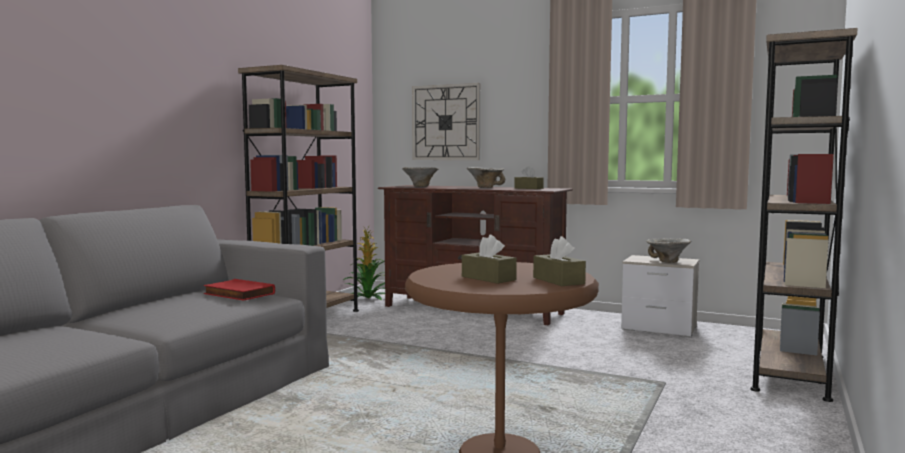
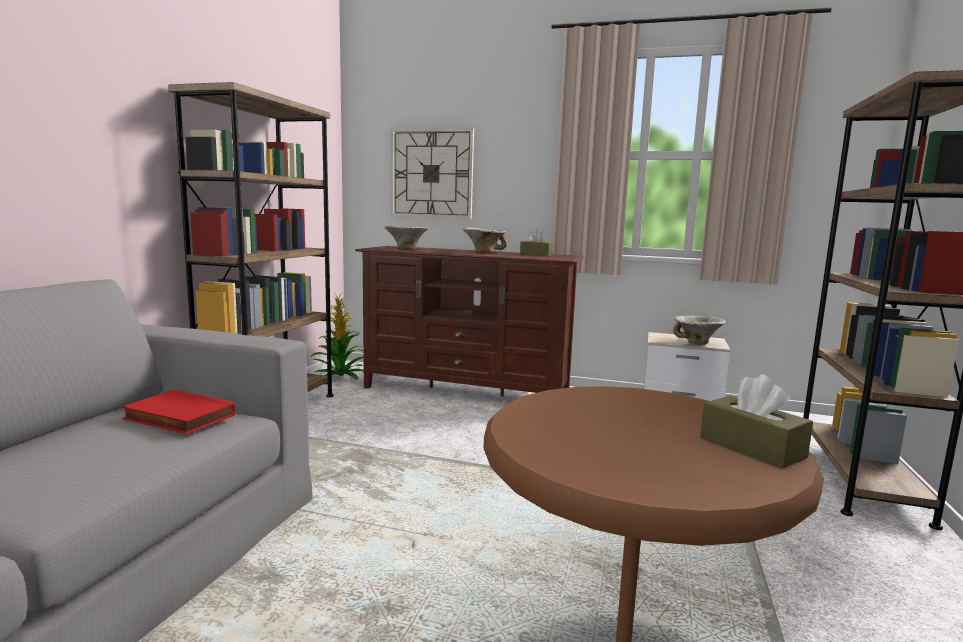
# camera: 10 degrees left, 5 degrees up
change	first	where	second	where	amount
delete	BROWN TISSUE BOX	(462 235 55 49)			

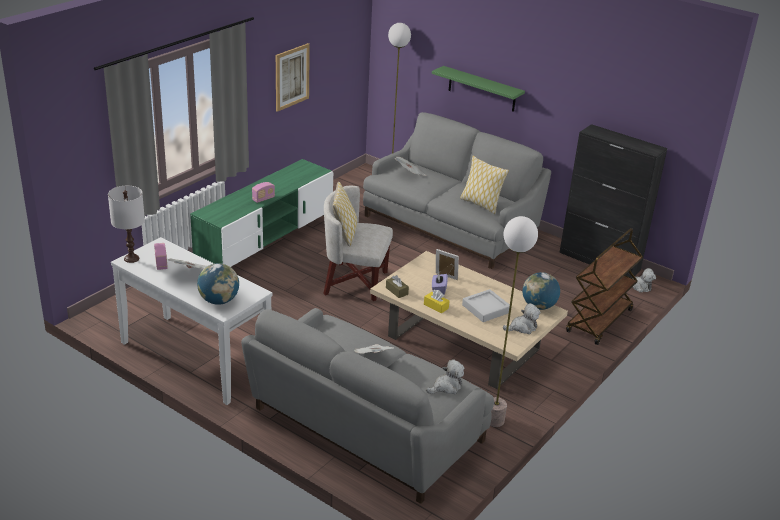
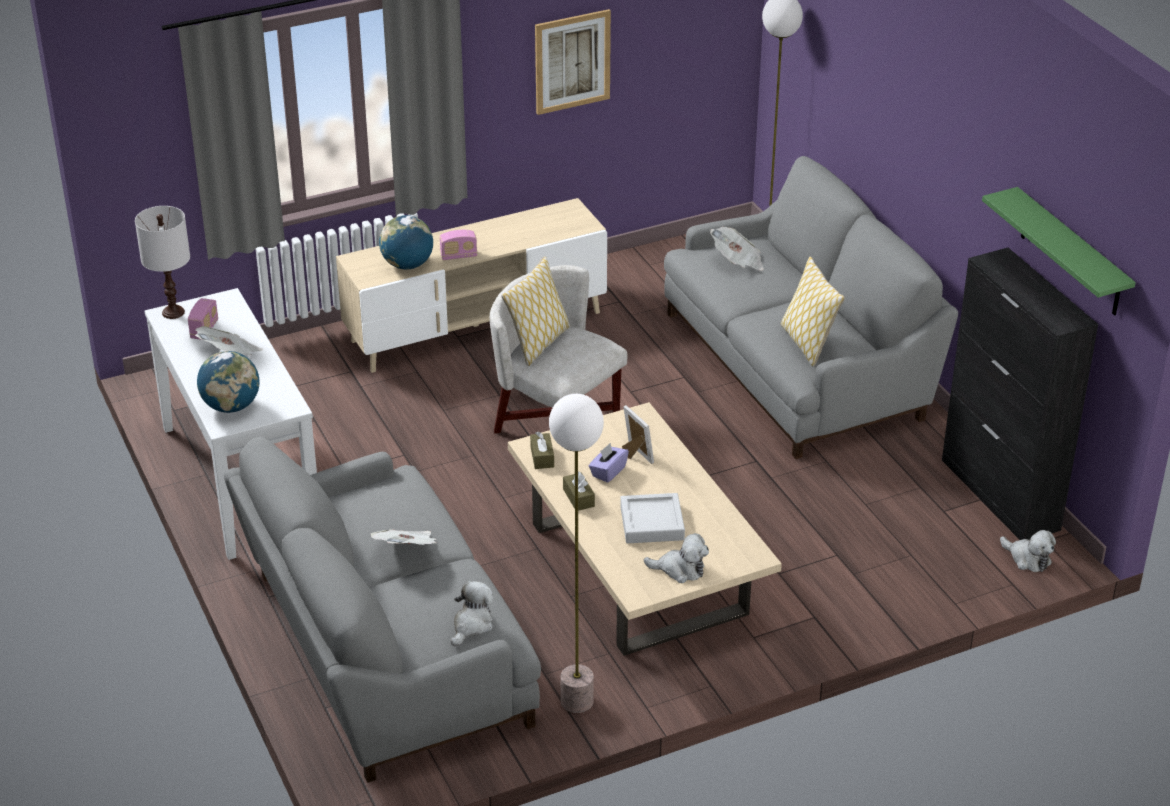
# camera: 30 degrees right, 5 degrees up
change	first	where	second	where	amount
delete	BROWN CART	(566 228 77 117)			
move	GREEN-COLOURED WALL SHELF	(432 66 93 46)		(982 187 154 129)	
move	GLOBE	(522 272 38 38)		(379 215 54 54)	
recolor	GREEN-COLOURED MEDIA CONSOLE	(190 159 143 108)	BEIGE MEDIA CONSOLE	(336 198 271 175)	
recolor	YELLOWISH TISSUE BOX	(424 290 25 23)	BROWN TISSUE BOX	(563 471 32 40)	
rotate	PLUSH TOY	(426 359 39 35)		(450 581 43 65)	60 degrees counterclockwise

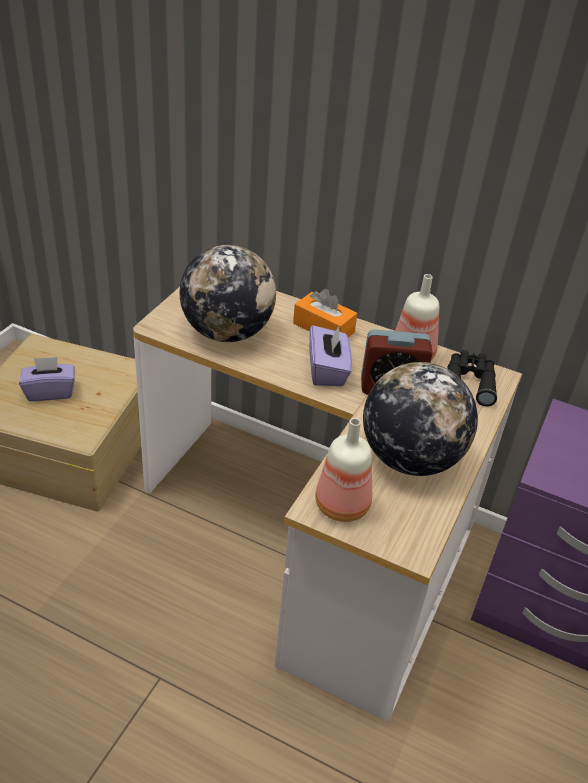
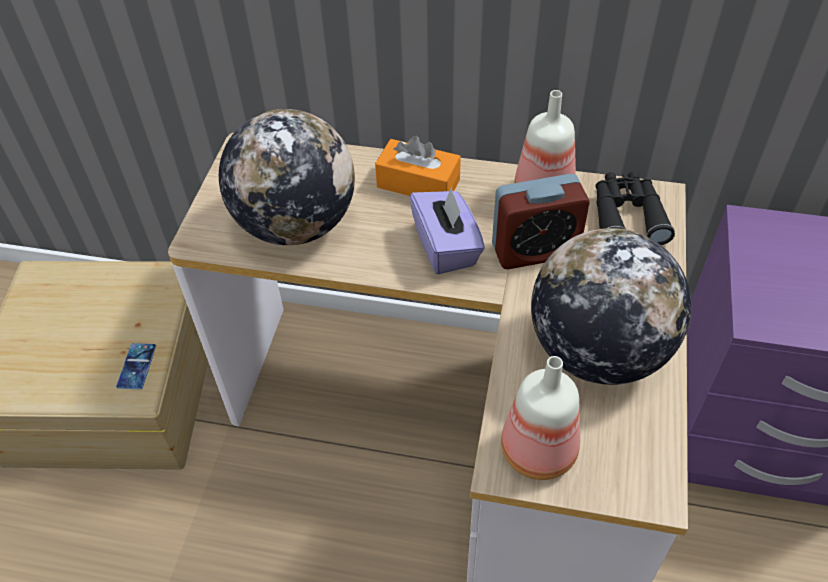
# camera: 10 degrees left, 10 degrees up
change	first	where	second	where	amount
delete	PURPLE TISSUE BOX	(19 357 56 44)			
insert			HANDSET	(116 343 40 46)	

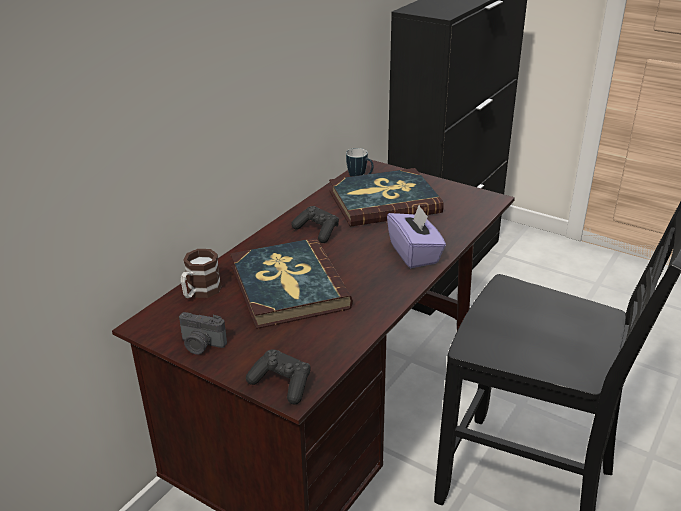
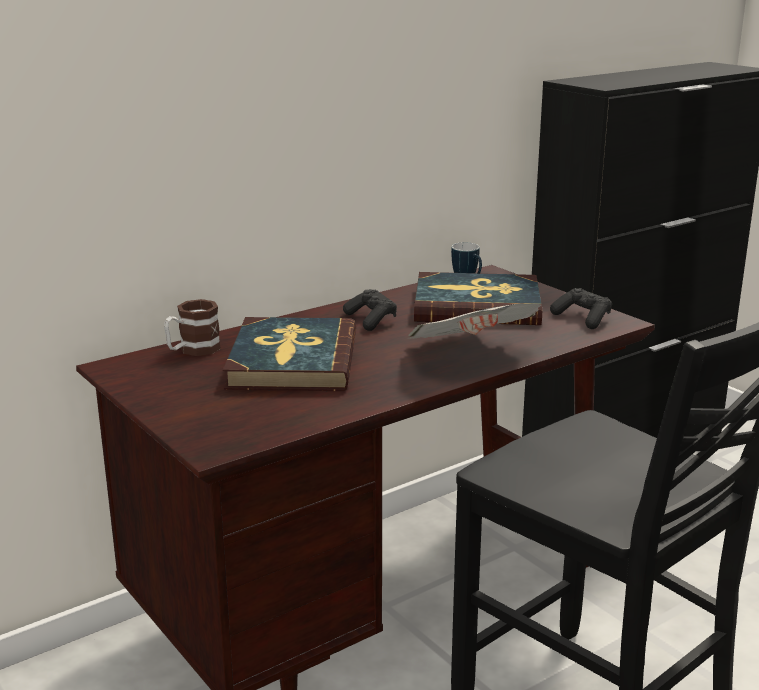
# camera: 20 degrees right, 10 degrees down
change	first	where	second	where	amount
delete	STILL CAMERA	(179 312 48 43)			
move	BLACK-COLOURED JOYPAD	(246 349 65 56)		(550 288 62 41)	
replace	PURPLE TISSUE BOX	(387 205 59 63)	DAILY PAPER	(407 303 134 36)	

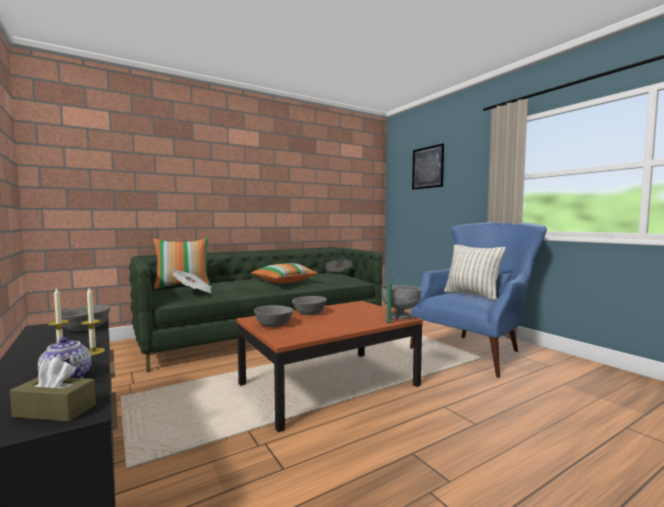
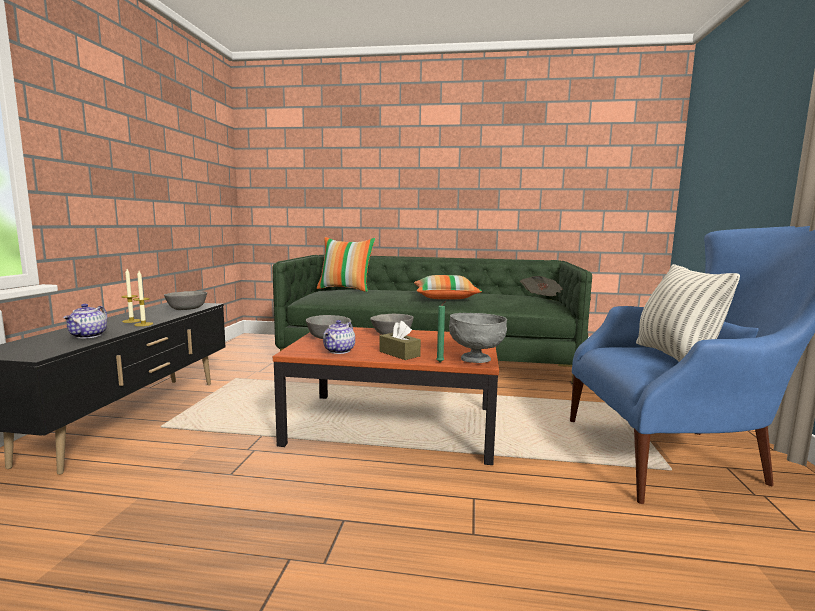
# camera: 40 degrees right, 5 degrees up
change	first	where	second	where	amount
delete	DAILY PAPER	(172 270 40 23)			
delete	WALL PICTURE	(412 143 32 47)			
insert			TEA POT	(323 320 32 34)	
move	BROWN TISSUE BOX	(10 357 86 65)		(379 321 42 39)	

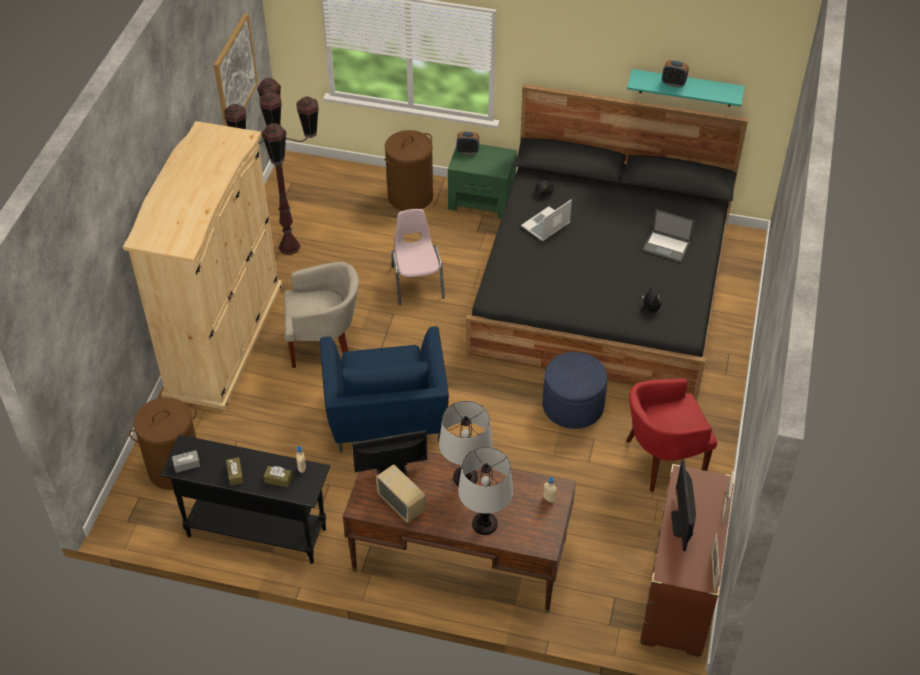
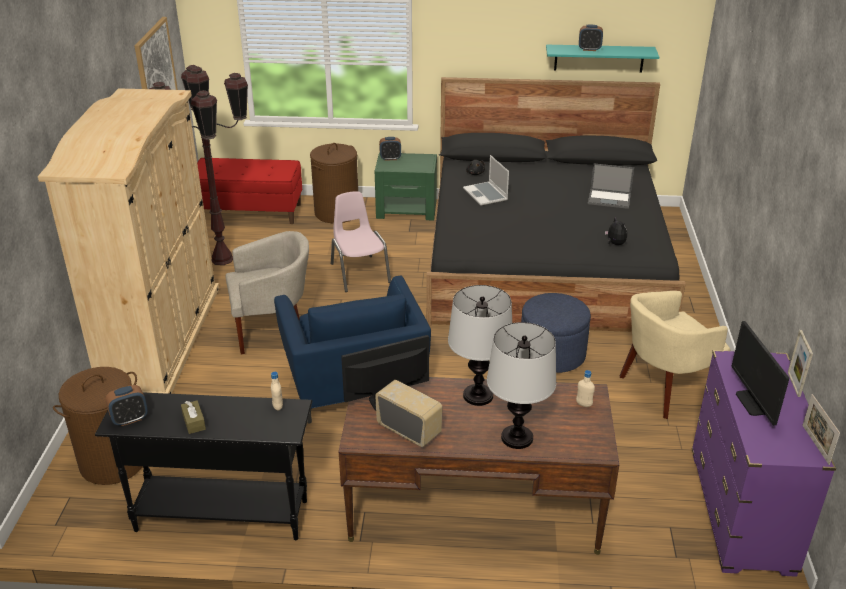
# camera: 10 degrees left, 15 degrees down
change	first	where	second	where	amount
delete	BROWN TISSUE BOX	(264 466 28 21)			
insert			RED-COLOURED INDOOR BENCH	(197 158 105 66)	
replace	GREY TISSUE BOX	(172 450 28 23)	BEDSIDE CLOCK	(105 385 43 41)	
recolor	RED-COLOURED LOUNGE CHAIR	(626 379 91 113)	BEIGE LOUNGE CHAIR	(620 291 110 128)	
recolor	BROWN DRESSER	(640 464 95 193)	PURPLE DRESSER	(692 350 144 227)	
rotate	LAPTOP	(521 199 51 42)		(463 155 46 51)	60 degrees counterclockwise

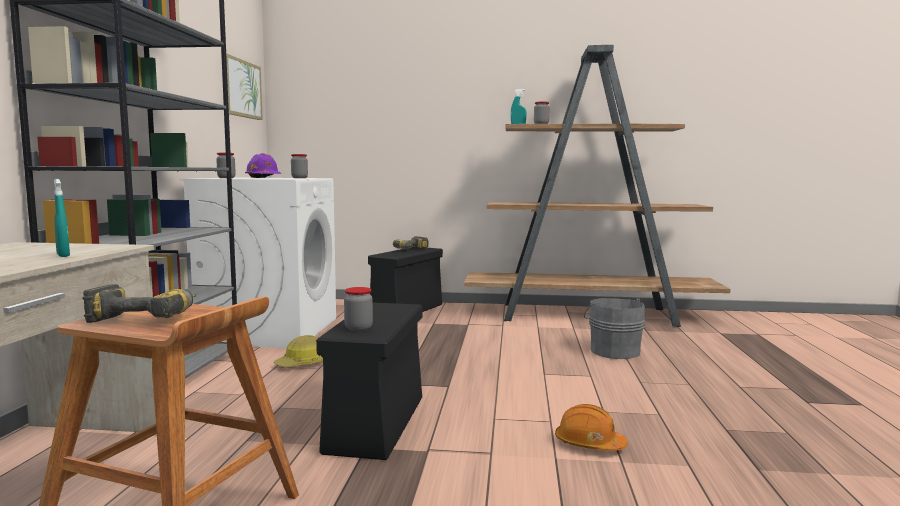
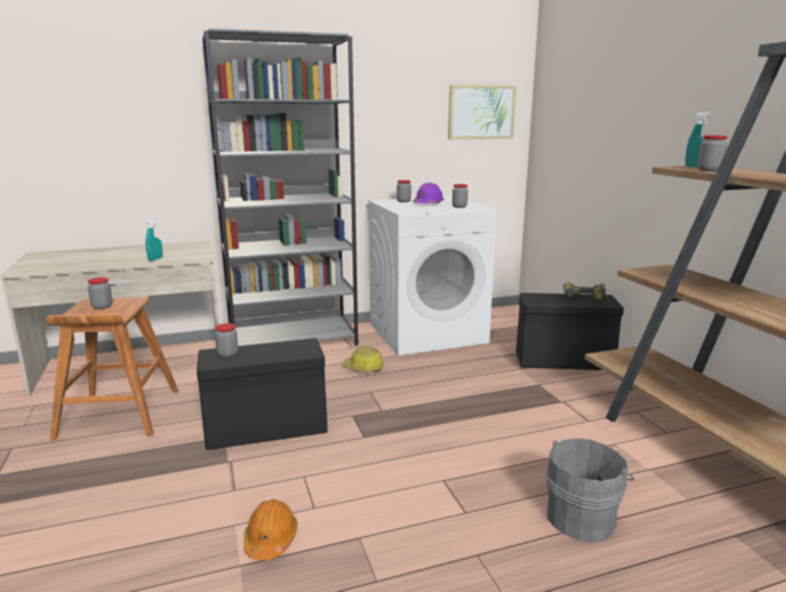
# camera: 65 degrees right, 10 degrees up
change	first	where	second	where	amount
replace	POWER DRILL	(82 284 114 39)	PRESERVE JAR	(88 277 24 32)	

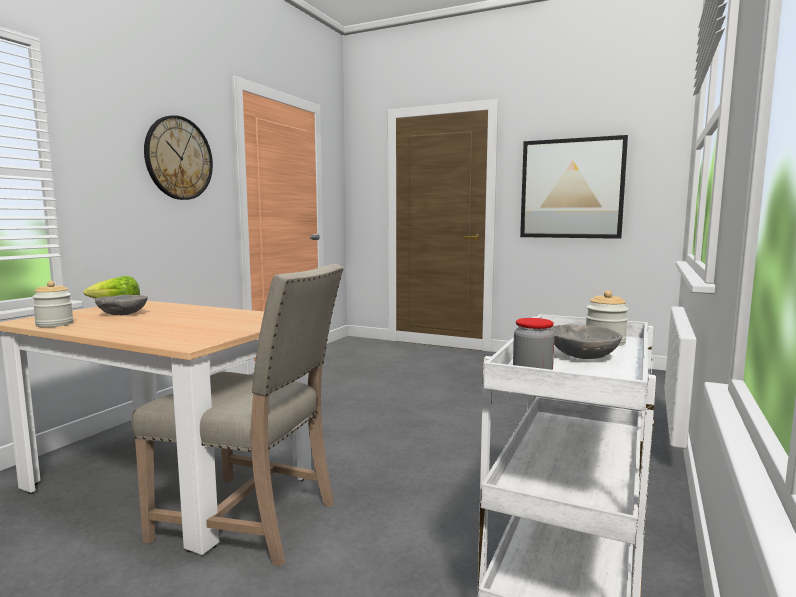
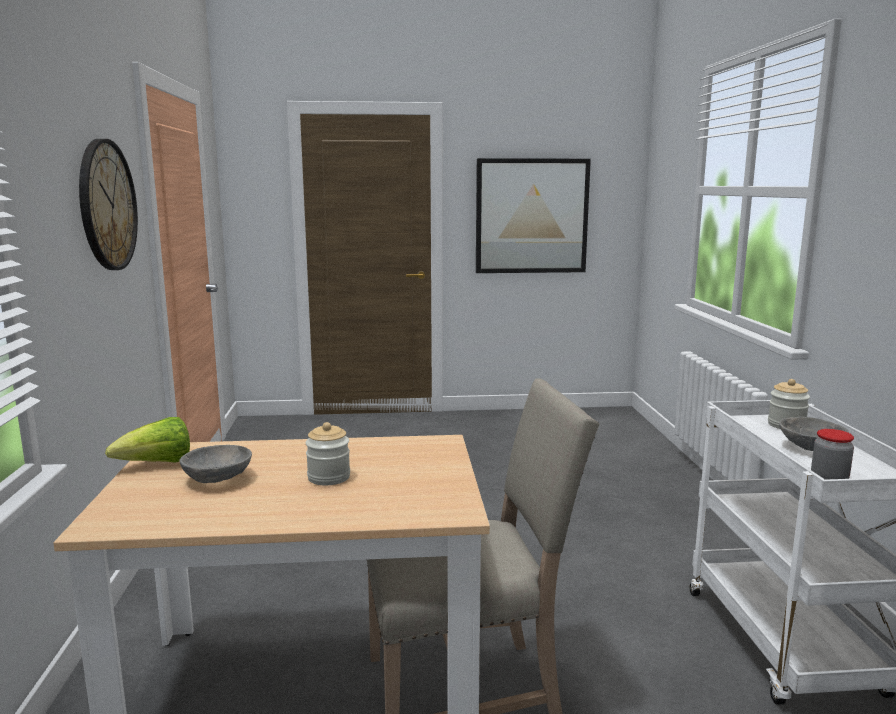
# camera: 30 degrees left, 5 degrees up
change	first	where	second	where	amount
move	PRESERVE JAR	(32 281 42 46)		(306 422 44 63)	

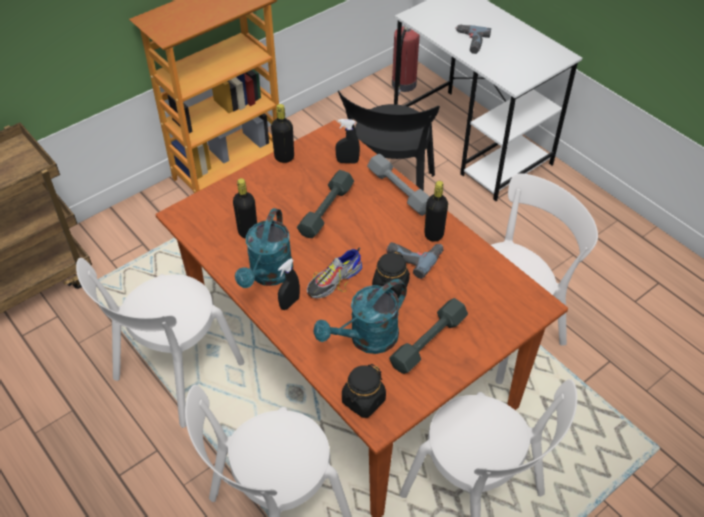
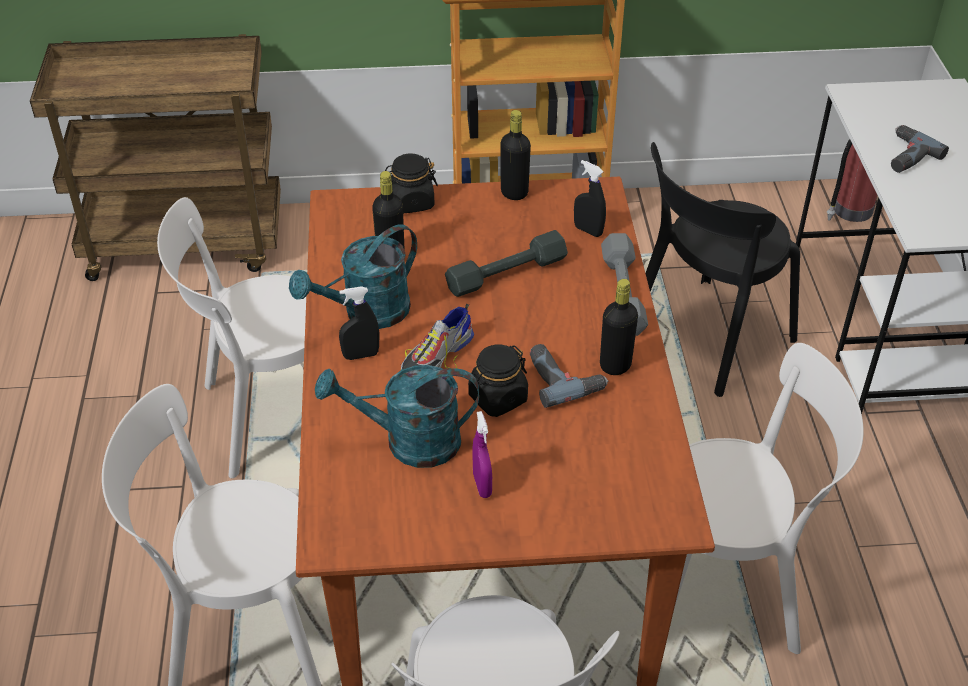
# camera: 35 degrees right, 5 degrees down
change	first	where	second	where	amount
move	BLACK-COLOURED PRESERVE JAR	(342 364 44 54)		(385 154 53 59)	
replace	GREY FREE WEIGHT	(389 298 79 76)	PURPLE SPRAYER	(473 411 19 87)	
rotate	ITEM OF FOOTWEAR	(307 247 55 51)		(401 304 73 66)	45 degrees counterclockwise

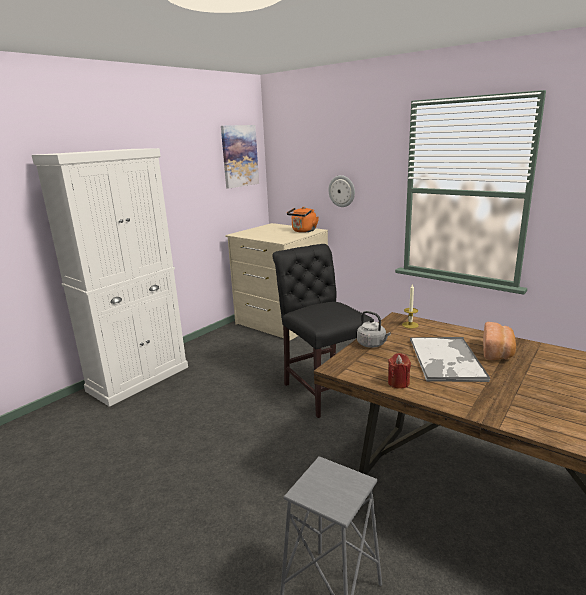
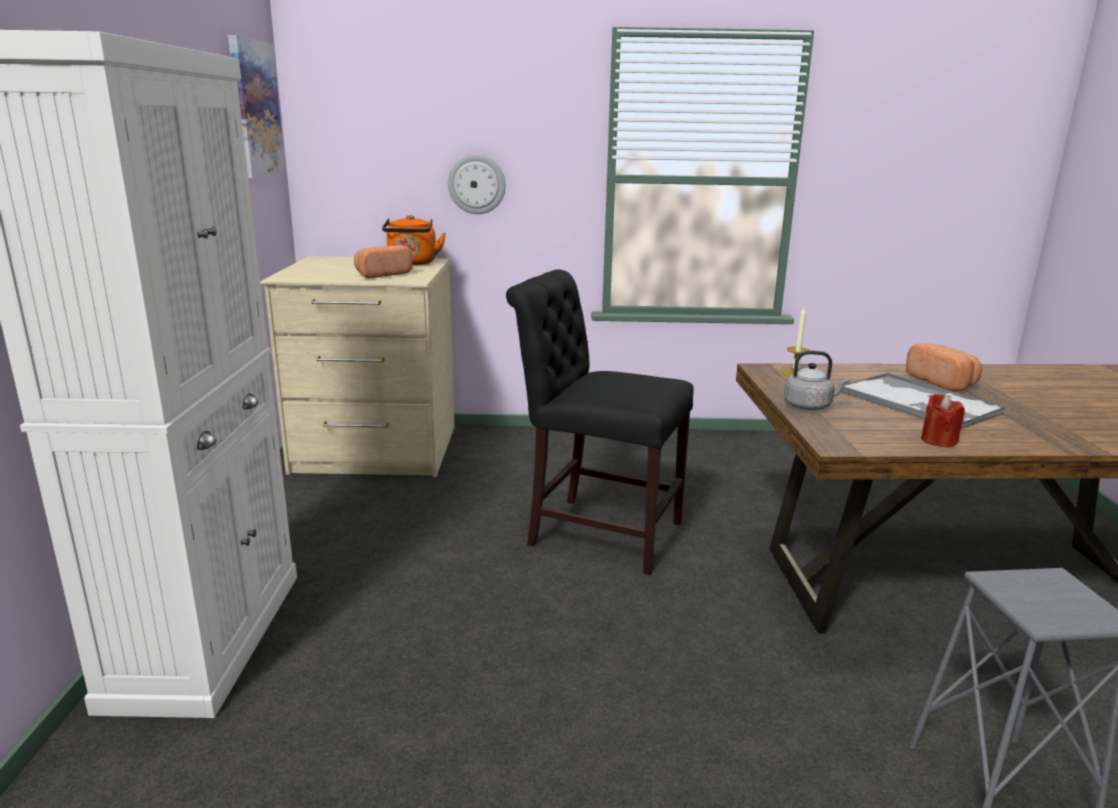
# camera: 40 degrees left, 0 degrees up
change	first	where	second	where	amount
insert			BREAD	(354 245 59 33)	

